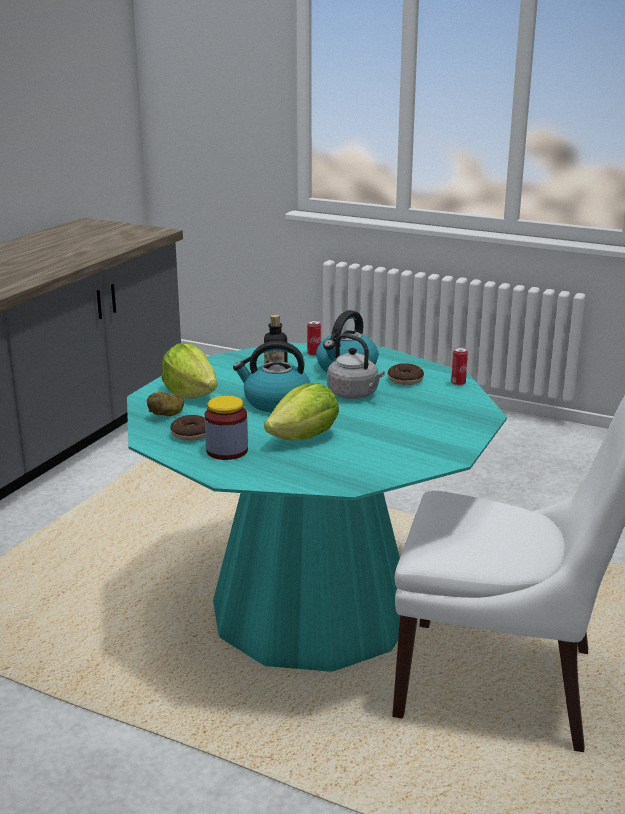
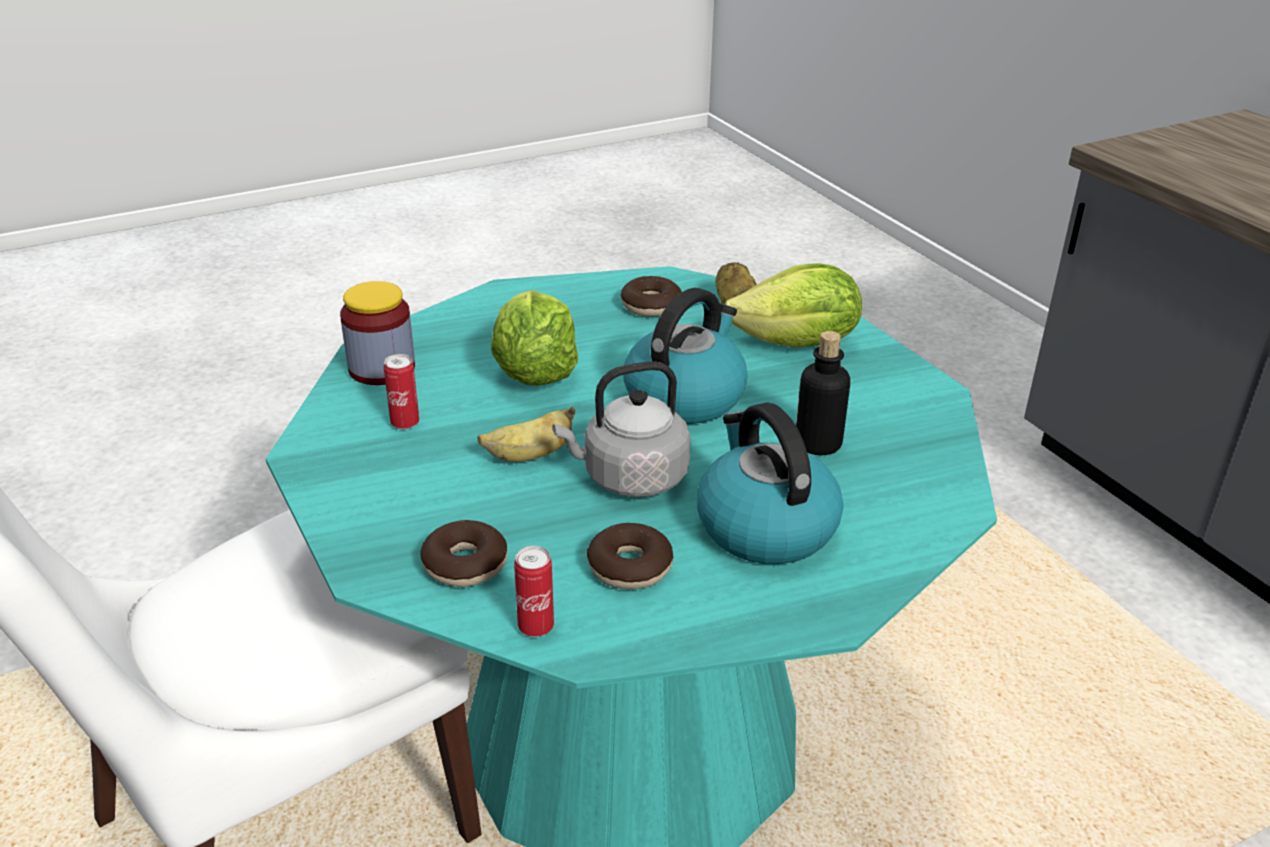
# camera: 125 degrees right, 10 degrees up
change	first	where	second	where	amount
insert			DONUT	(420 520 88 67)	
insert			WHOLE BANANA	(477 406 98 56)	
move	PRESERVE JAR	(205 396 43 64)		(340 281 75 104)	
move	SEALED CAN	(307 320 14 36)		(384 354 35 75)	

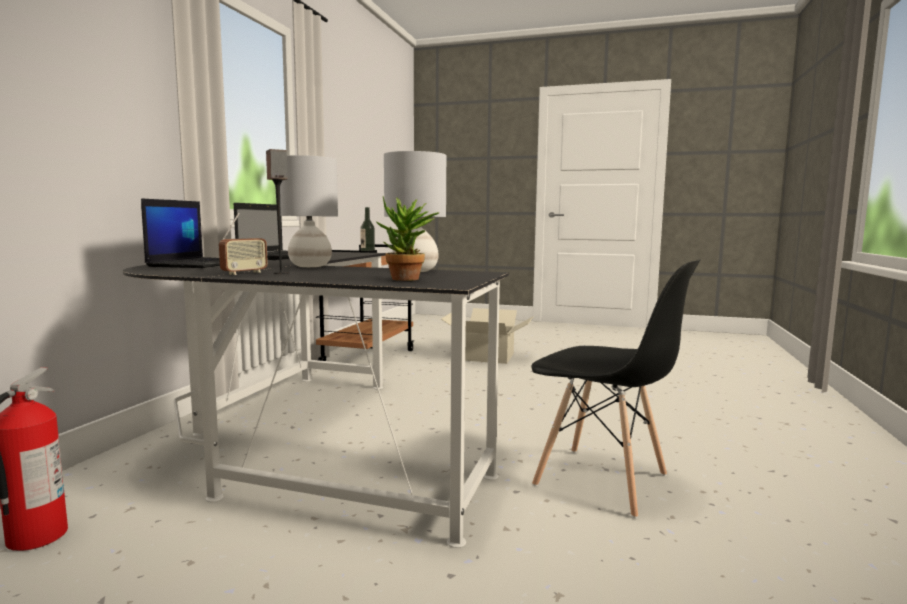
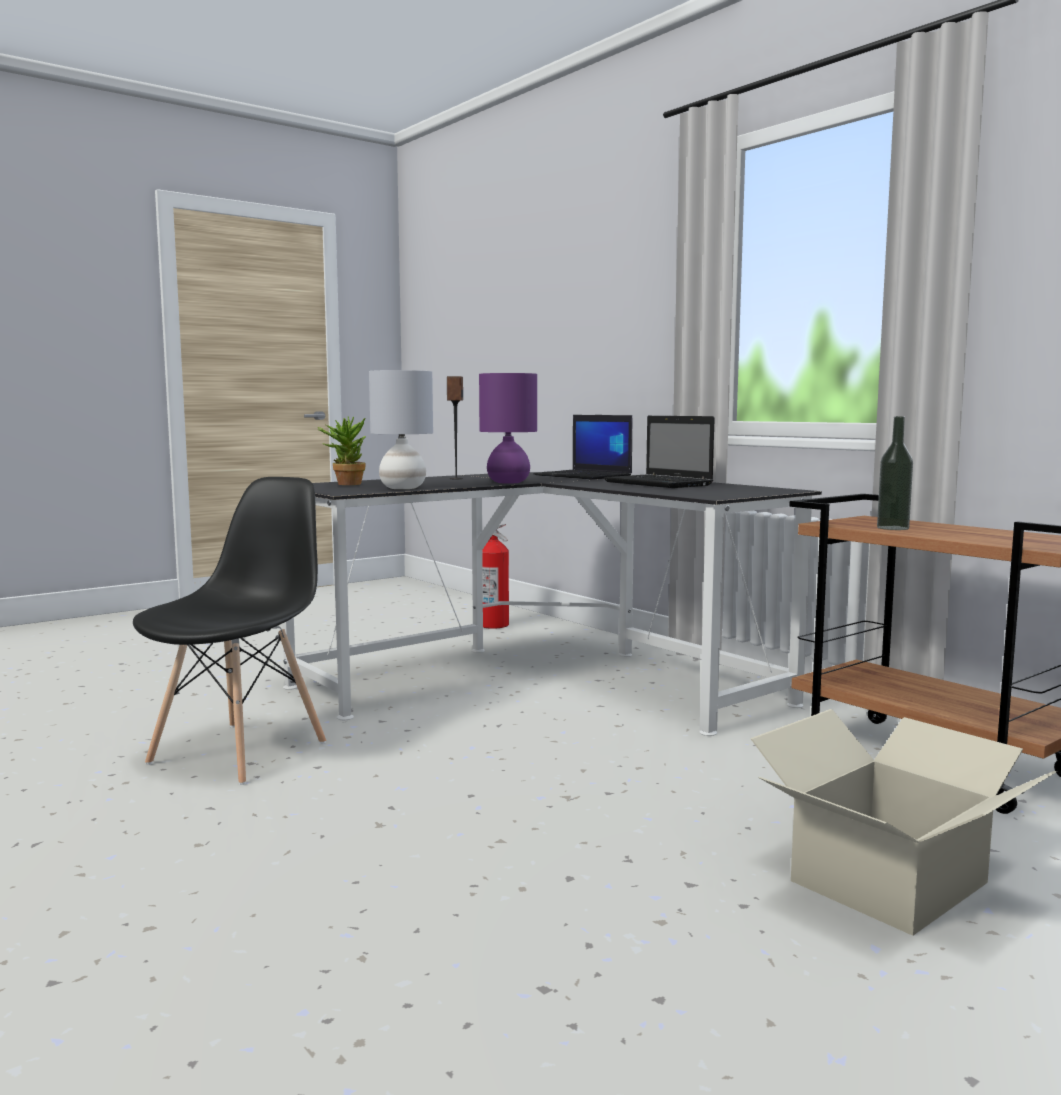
# camera: 125 degrees right, 0 degrees up
change	first	where	second	where	amount
delete	RADIO	(219 213 49 62)			
recolor	GREY TABLE LAMP	(280 155 58 112)	PURPLE TABLE LAMP	(479 373 58 111)	
rotate	BLACK-COLOURED CHAIR	(531 259 169 260)		(133 477 193 308)	135 degrees clockwise

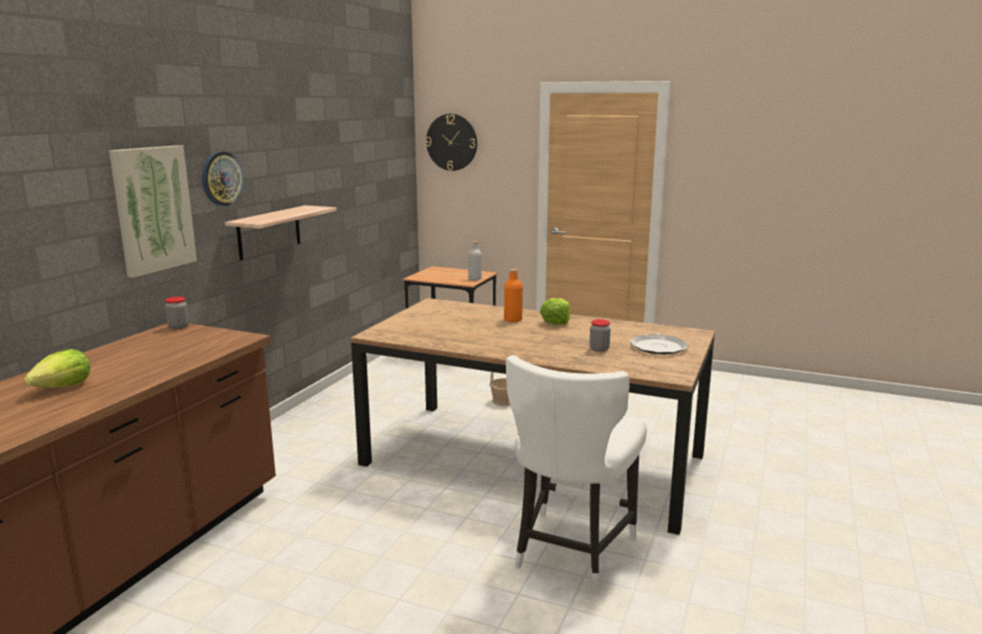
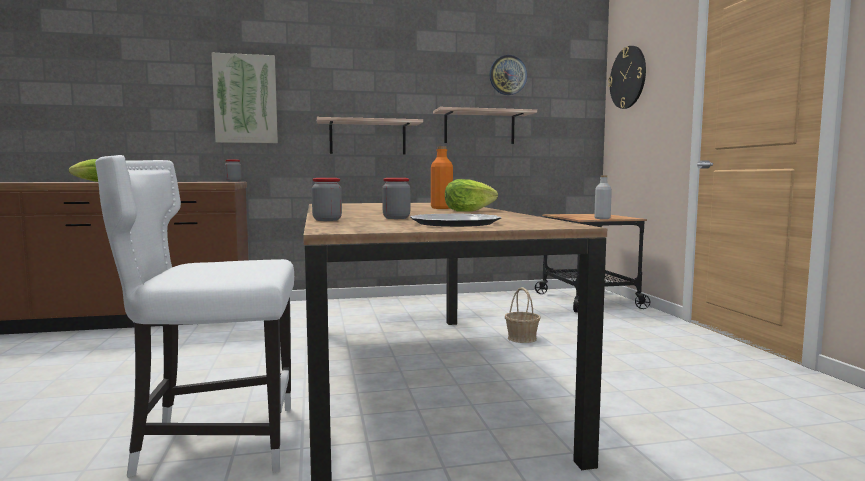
# camera: 55 degrees right, 10 degrees down
change	first	where	second	where	amount
insert			PRESERVE JAR	(312 178 30 43)	
insert			WALL SHELF	(433 107 104 37)	
move	WALL CLOCK	(202 151 42 55)		(490 55 37 40)	

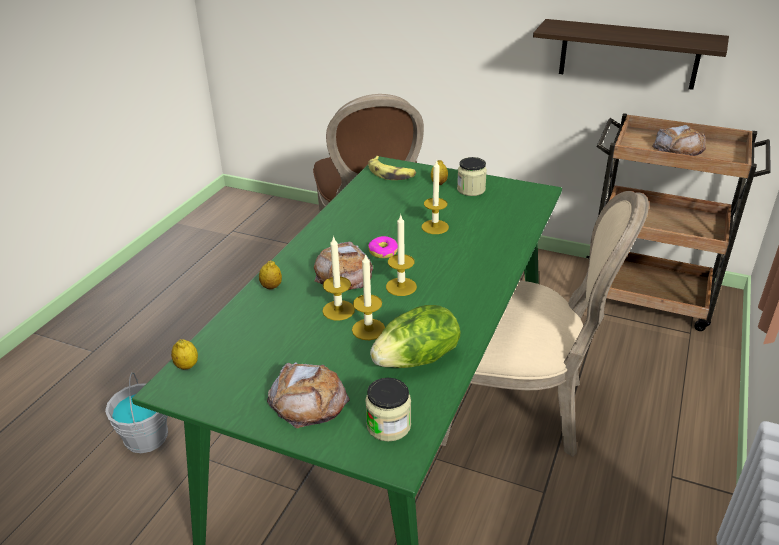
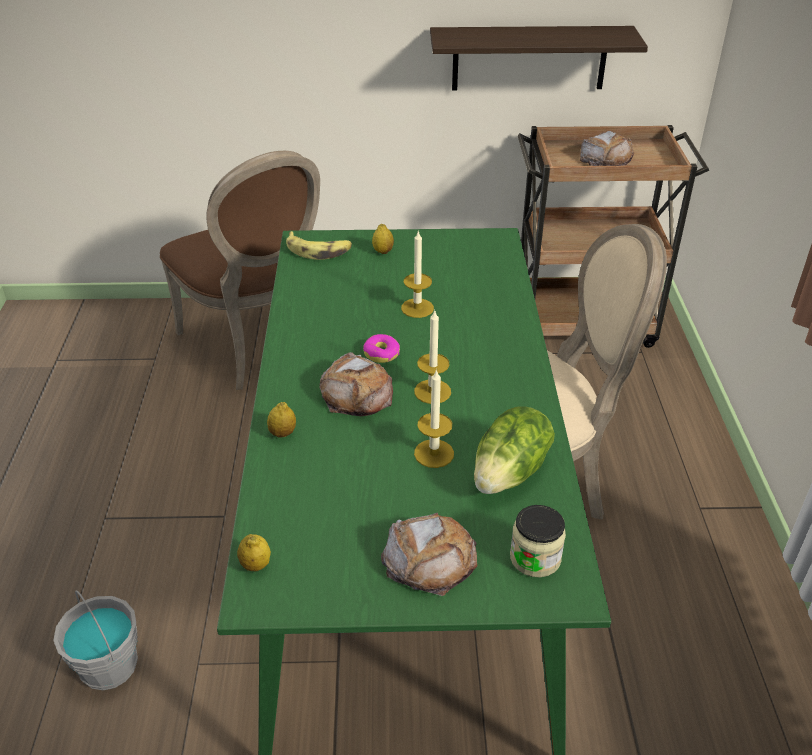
# camera: 25 degrees left, 5 degrees up
change	first	where	second	where	amount
delete	CANDLE	(322 236 33 85)			
delete	PRESERVE JAR	(457 157 30 39)			

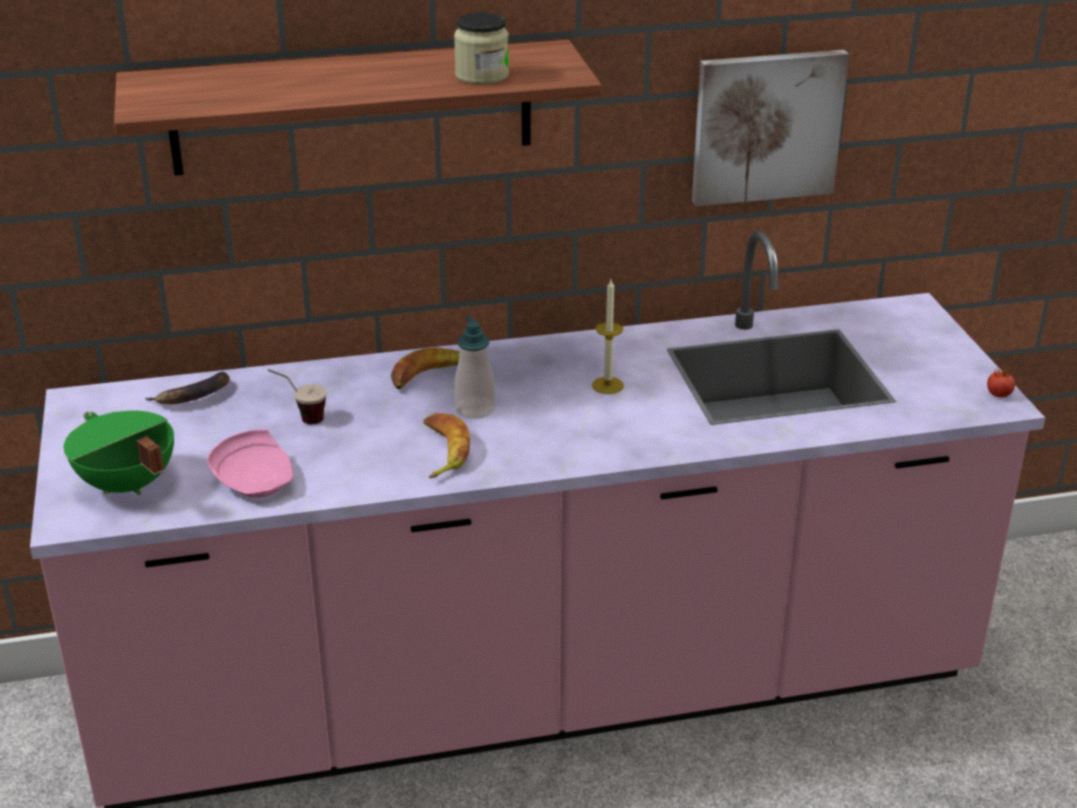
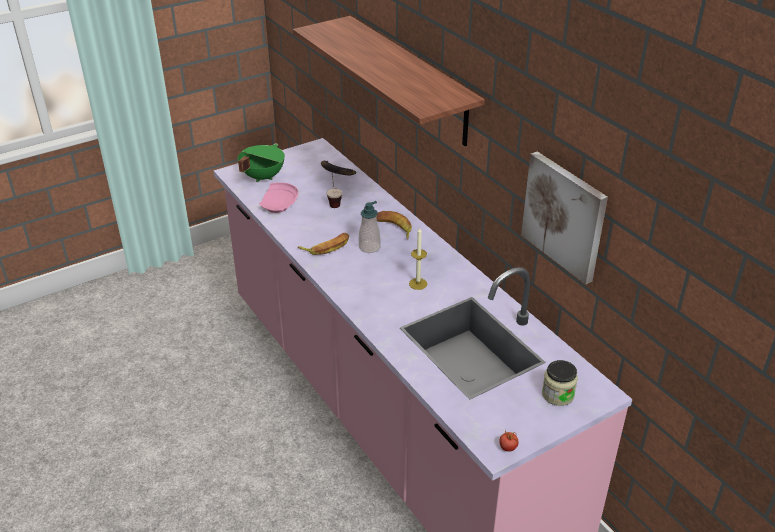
# camera: 70 degrees right, 5 degrees up
change	first	where	second	where	amount
move	PRESERVE JAR	(454 12 55 72)		(542 360 36 46)	

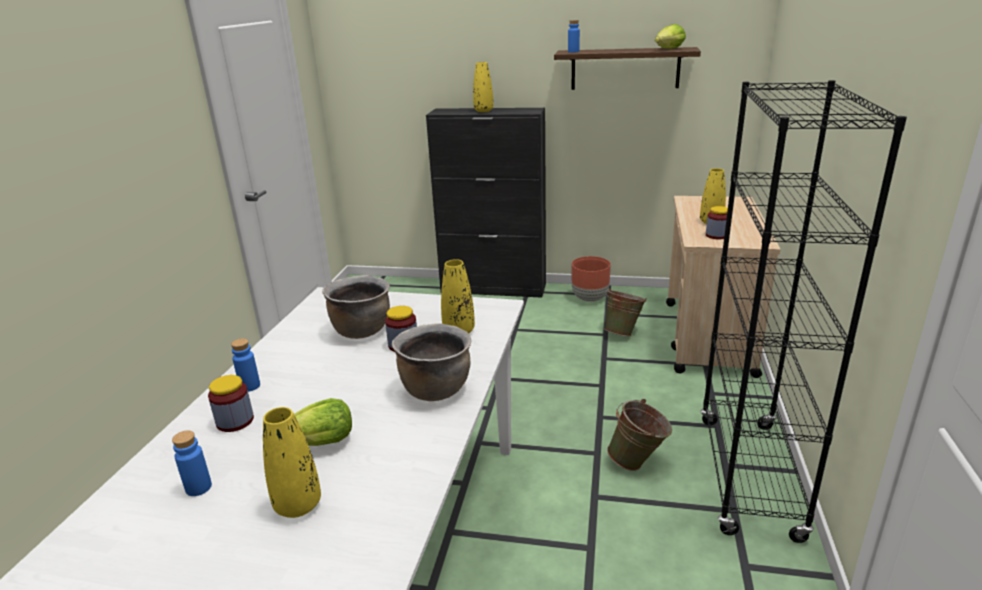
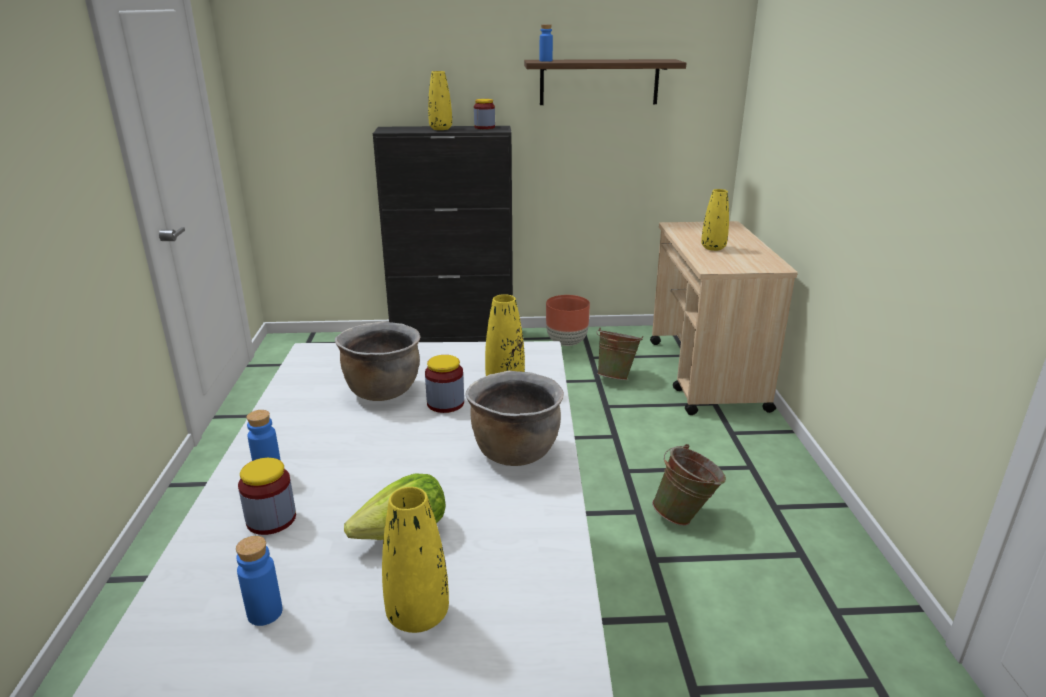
# camera: 15 degrees left, 0 degrees up
change	first	where	second	where	amount
delete	HEAD OF LETTUCE	(655 24 31 25)			
delete	BLACK-COLOURED BOOKSHELF	(700 80 207 463)			
move	PRESERVE JAR	(706 206 22 33)		(474 99 21 30)	

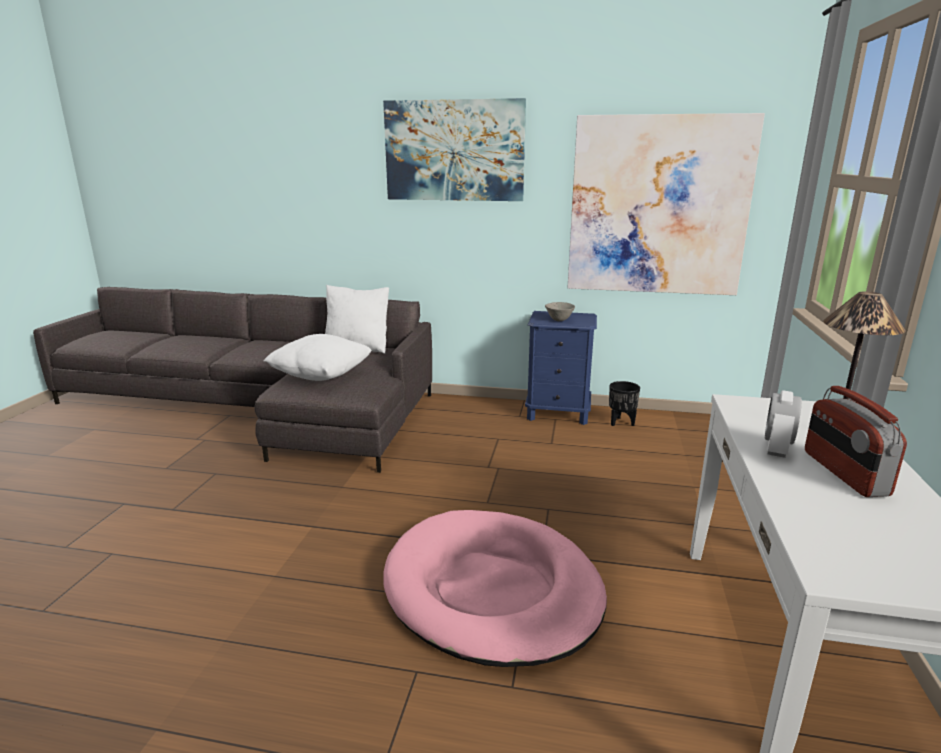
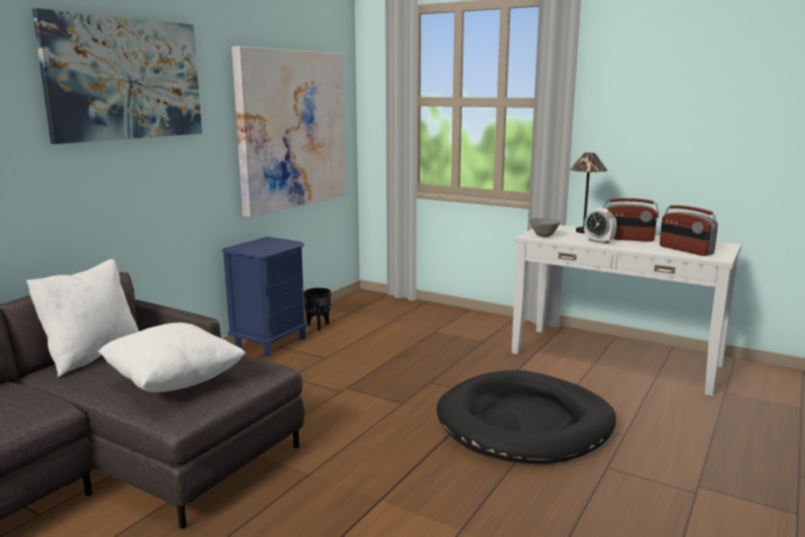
# camera: 70 degrees left, 5 degrees down
change	first	where	second	where	amount
insert			RADIO	(660 205 58 51)	
move	GREY BOWL	(545 302 30 19)		(529 218 31 19)	
recolor	PINK DOG BED	(384 510 223 157)	BLACK-COLOURED DOG BED	(436 370 180 94)	

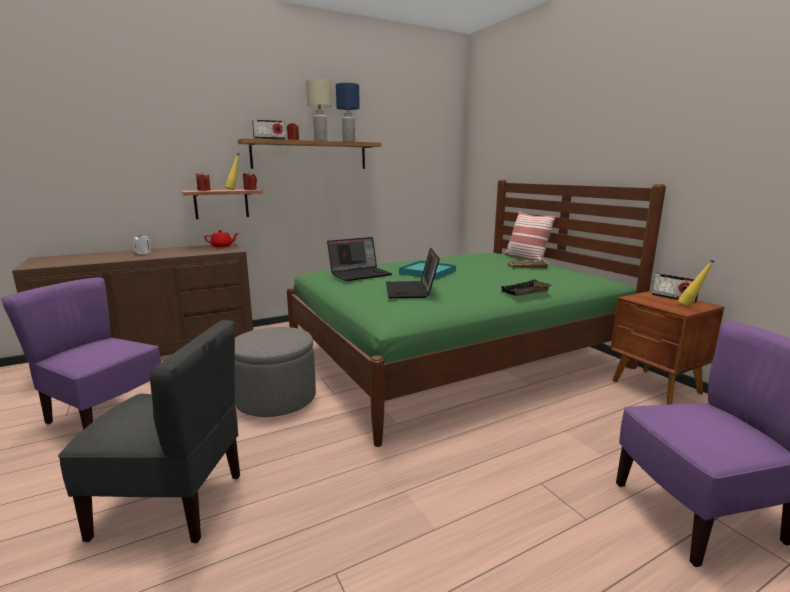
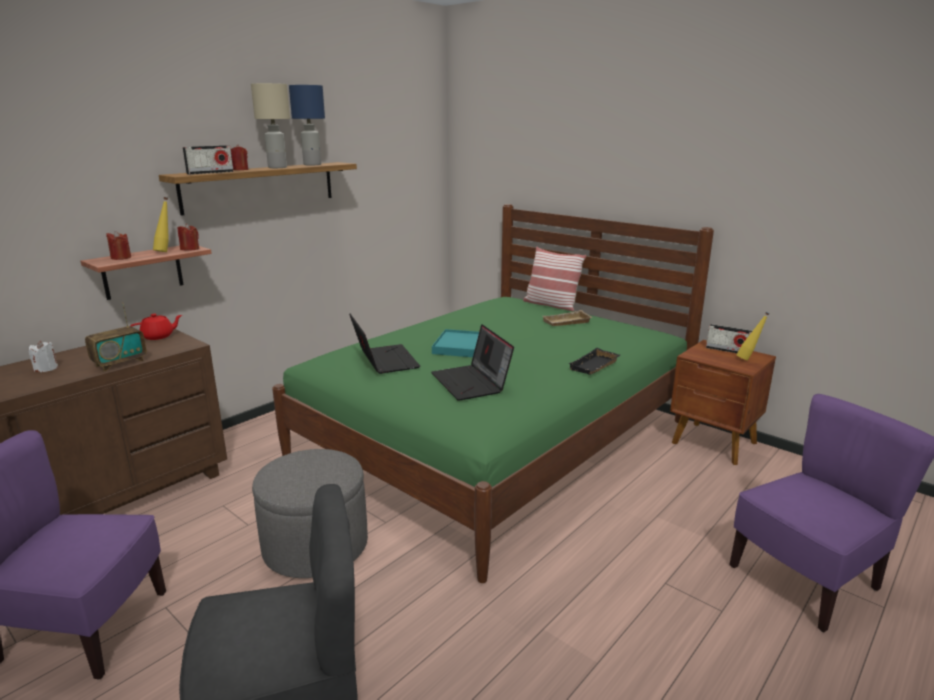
# camera: 20 degrees left, 5 degrees up
change	first	where	second	where	amount
insert			RADIO	(85 302 62 69)	
rotate	LAPTOP	(327 237 65 44)		(349 314 71 60)	60 degrees counterclockwise

